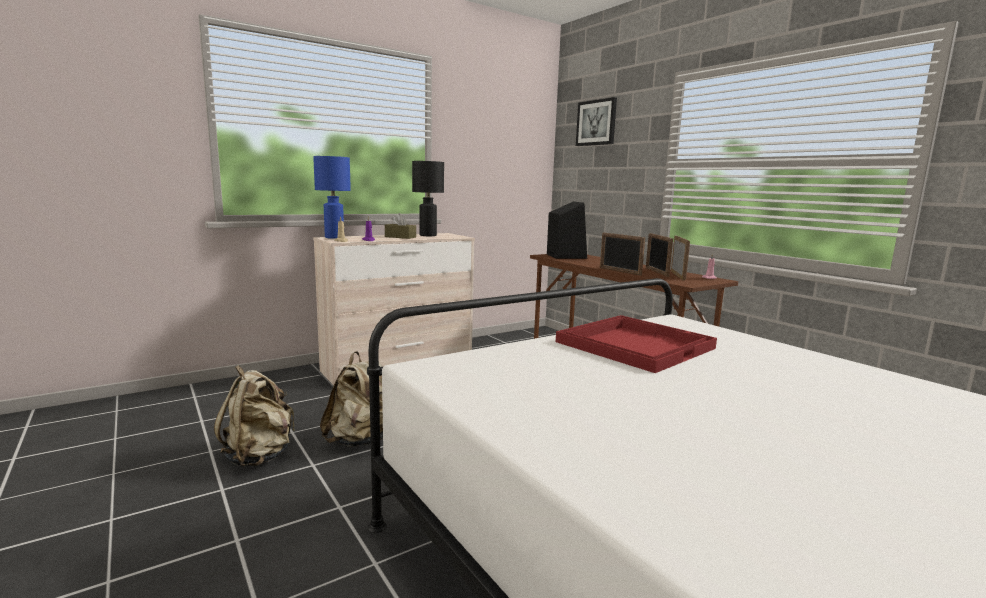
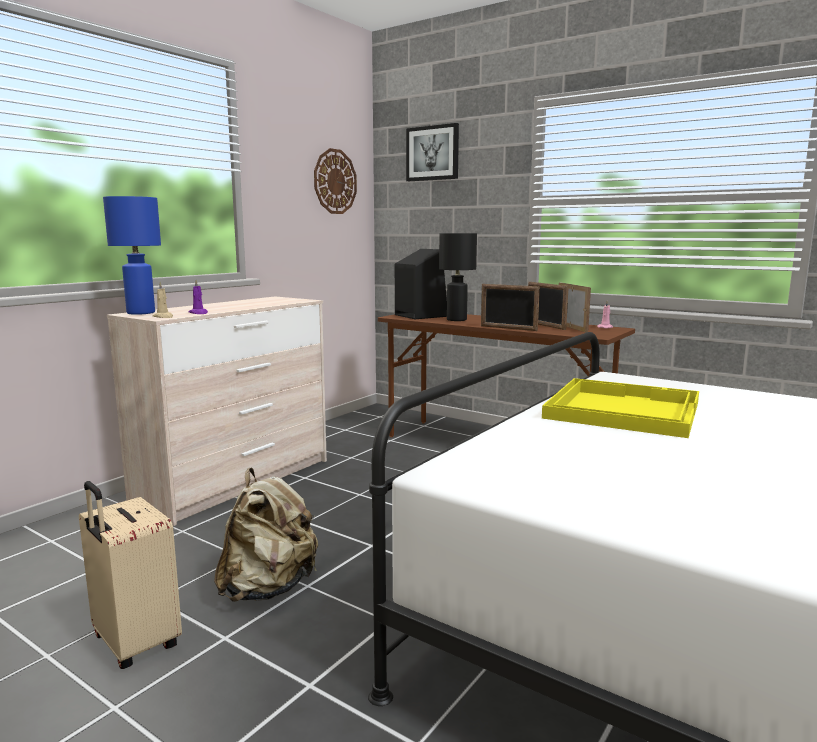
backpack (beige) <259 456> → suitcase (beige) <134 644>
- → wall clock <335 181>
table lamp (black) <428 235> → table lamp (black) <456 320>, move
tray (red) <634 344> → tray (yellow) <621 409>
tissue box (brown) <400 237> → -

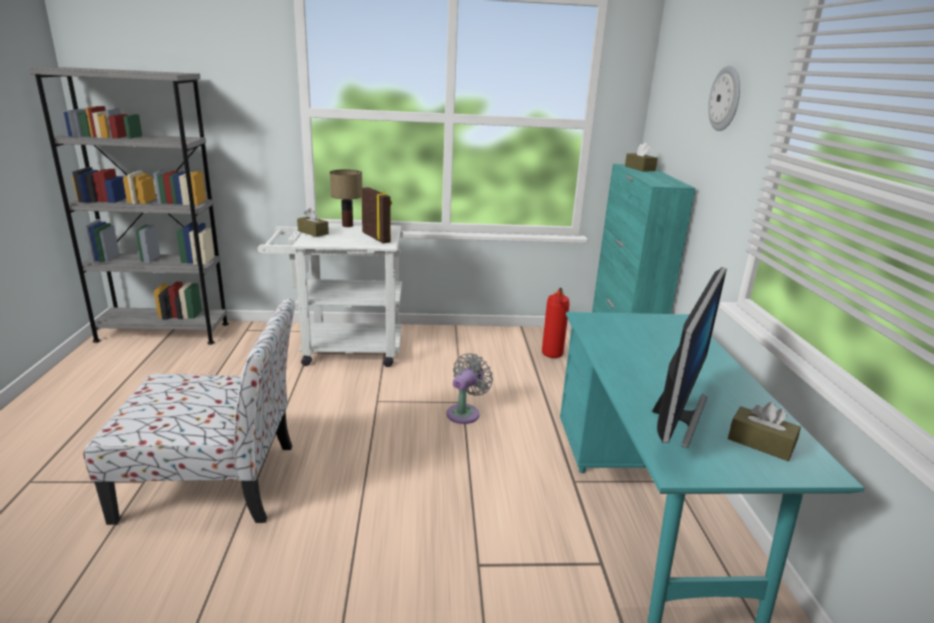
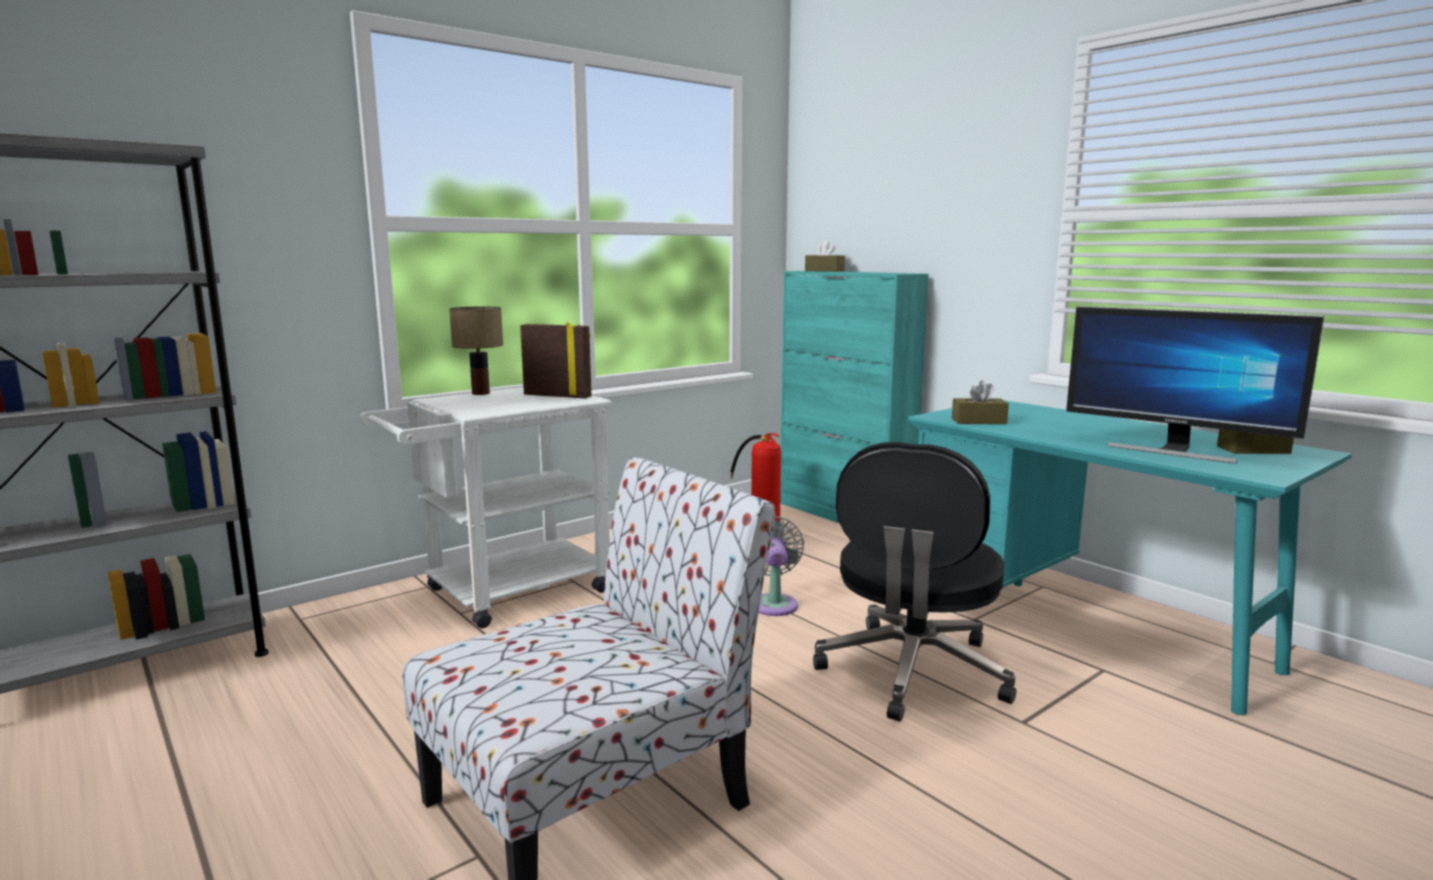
- → office chair (black) <912 672>
tissue box (brown) <313 232> → tissue box (brown) <978 421>, move
monitor <678 415> → monitor <1173 450>, 135 degrees clockwise
wall clock <725 99> → -

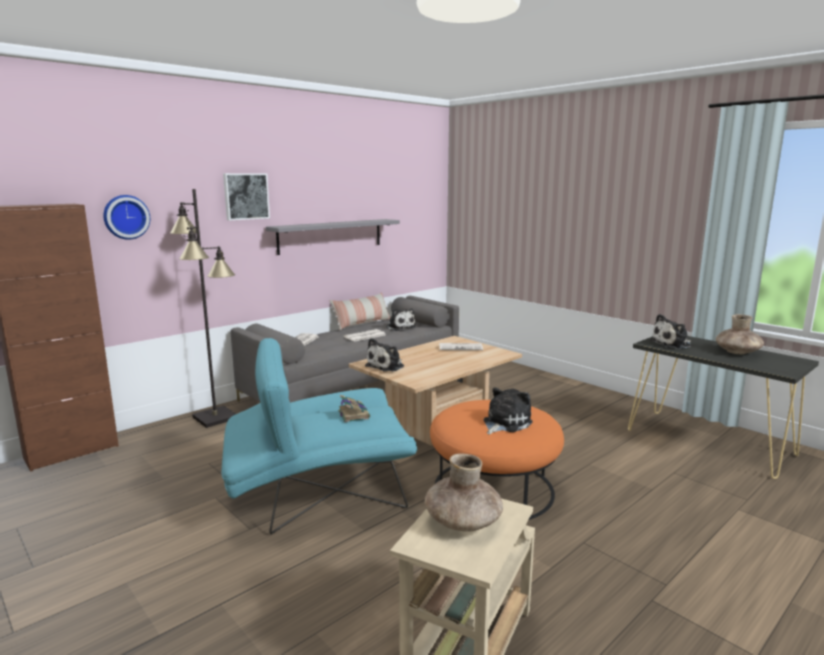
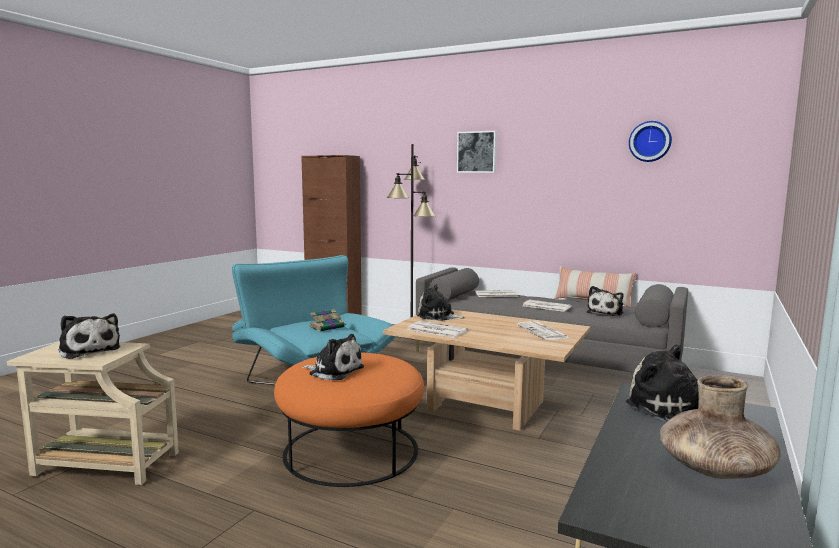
vase (brown) <463 521> → plush toy <89 350>
- → newspaper <436 330>
wall clock <126 217> → wall clock <650 141>, move
shelf (grey) <331 236> → -

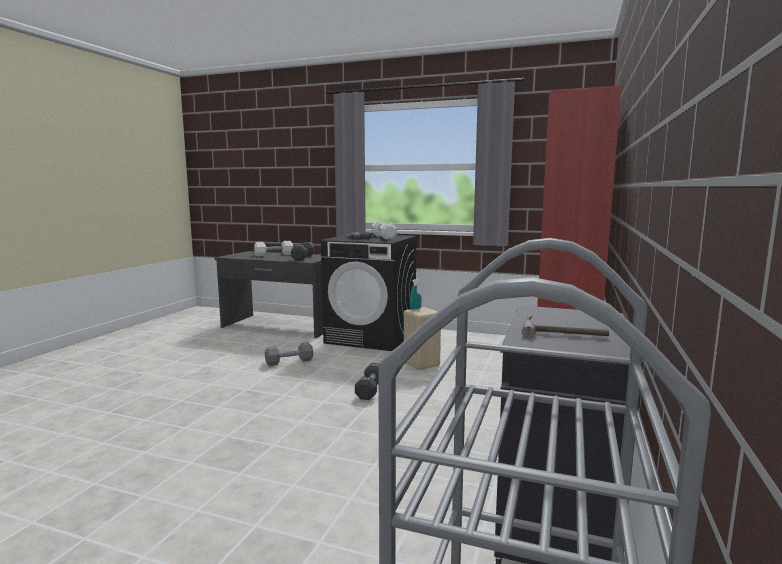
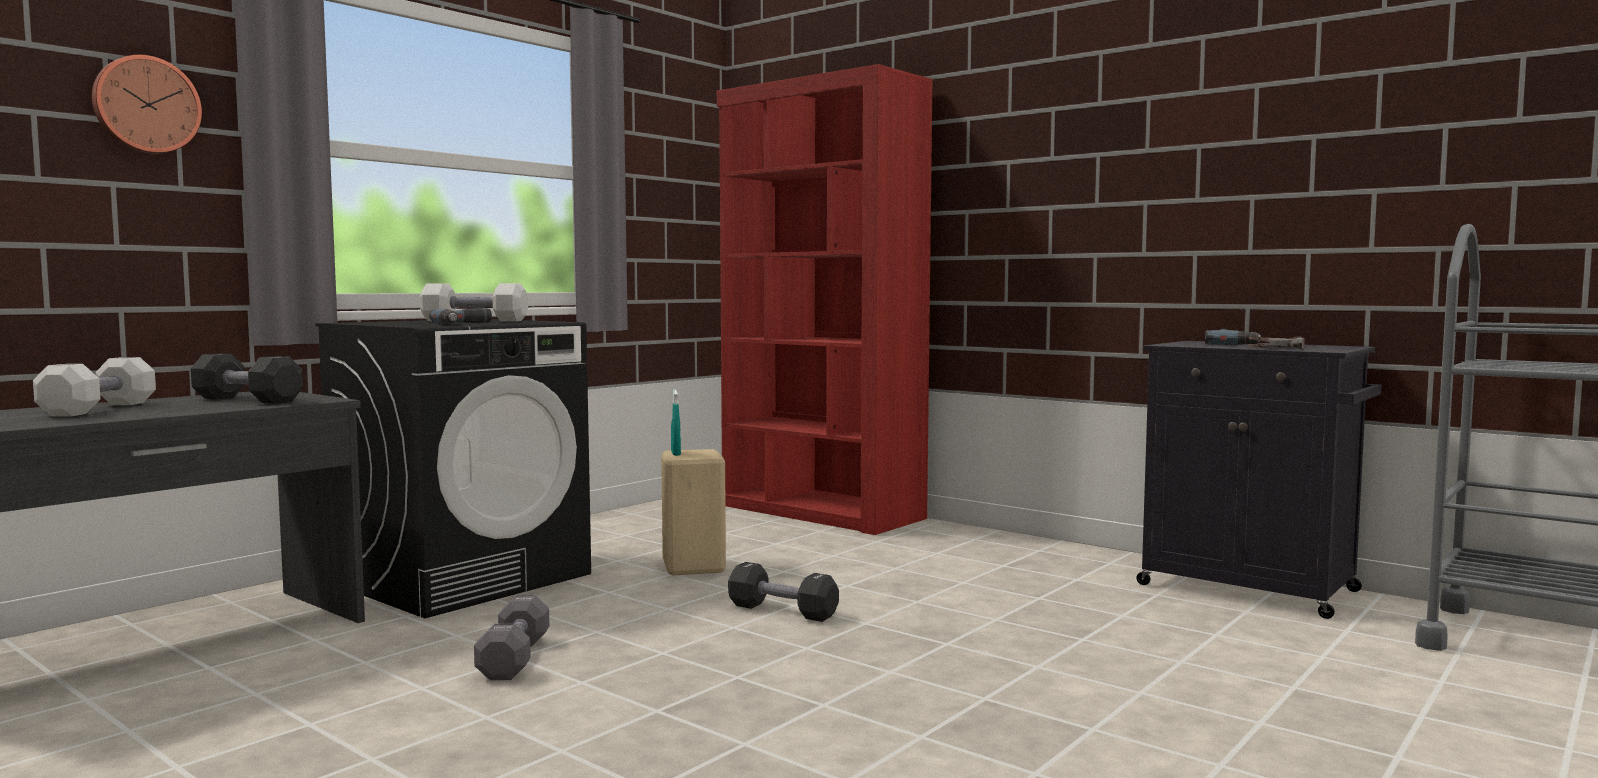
- → wall clock <146 105>
- → power drill <1233 344>

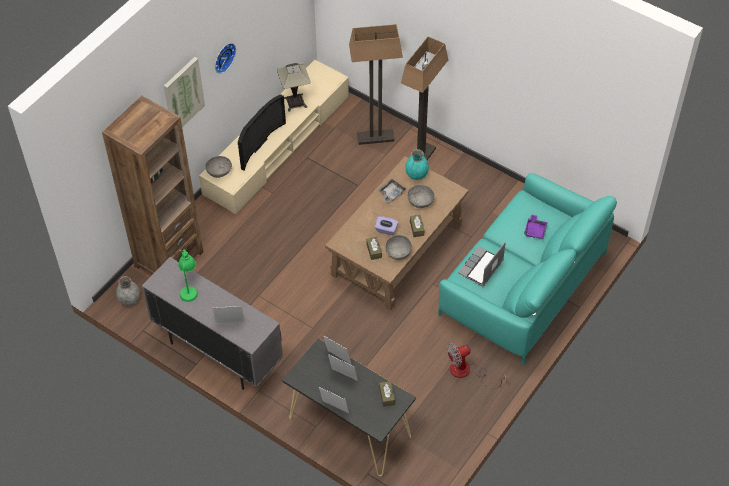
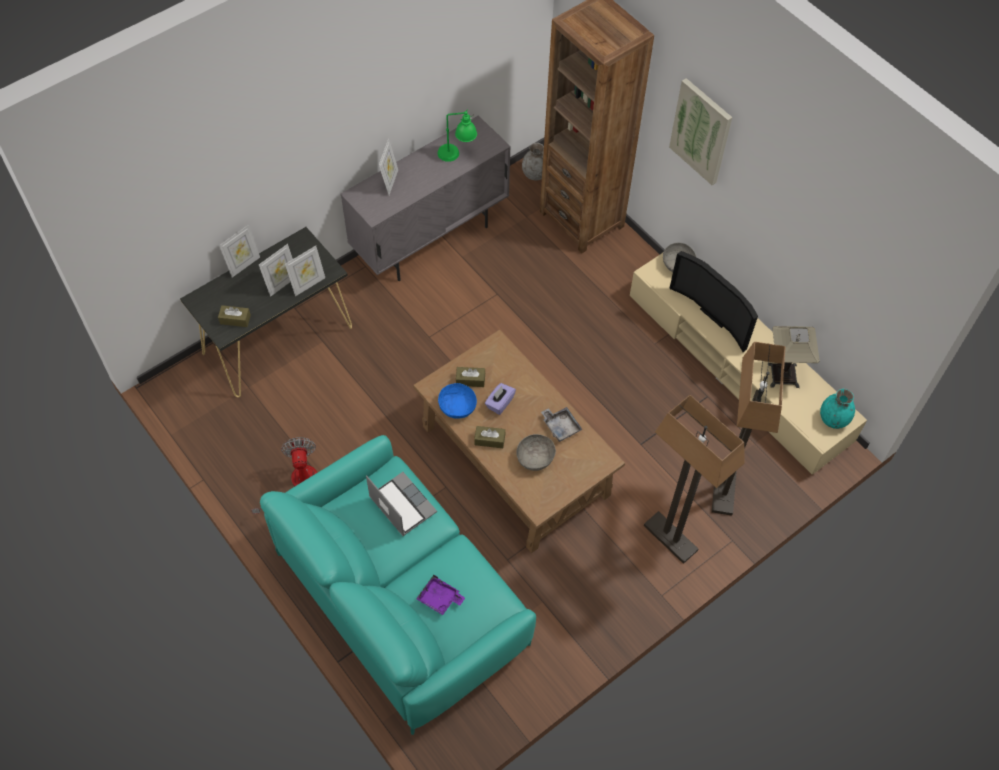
bowl (grey) <398 252> → bowl (blue) <457 407>
vase (turquoise) <416 175> → vase (turquoise) <833 419>, move
wall clock <223 57> → -

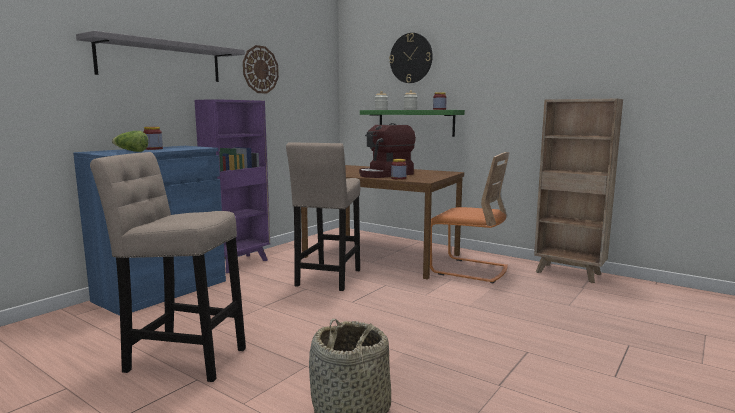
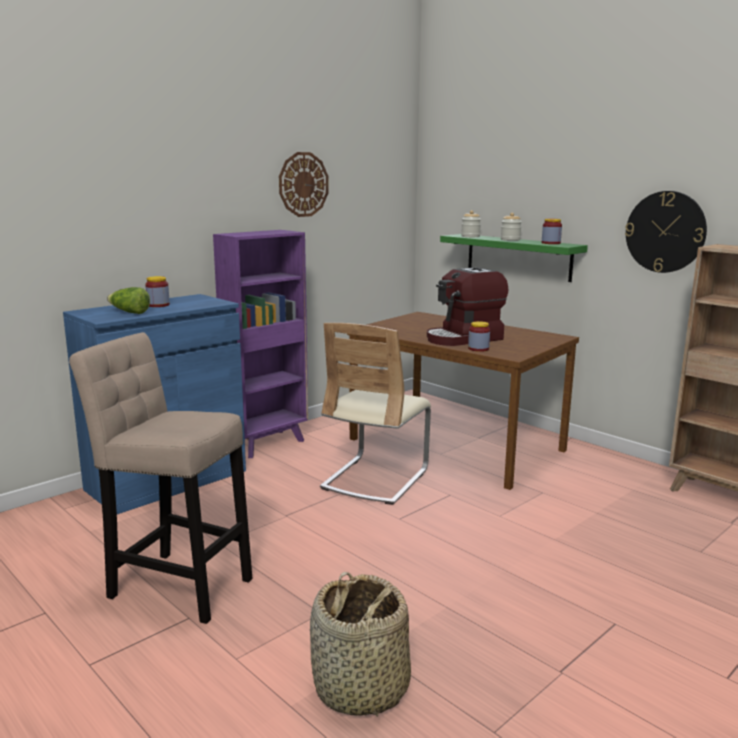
stool (beige) <328 279> → chair (beige) <375 479>
wall clock <411 58> → wall clock <665 232>, move
shelf (grey) <161 61> → -
chair (orange) <469 270> → -

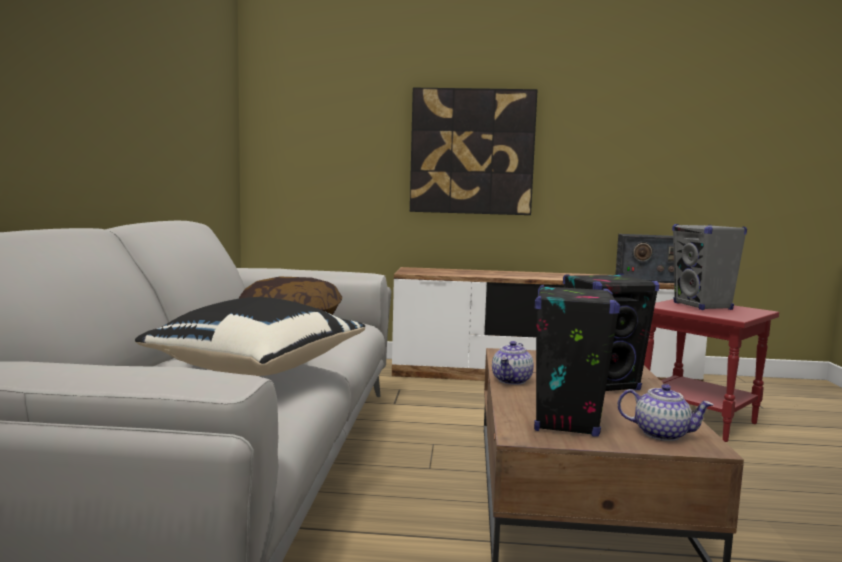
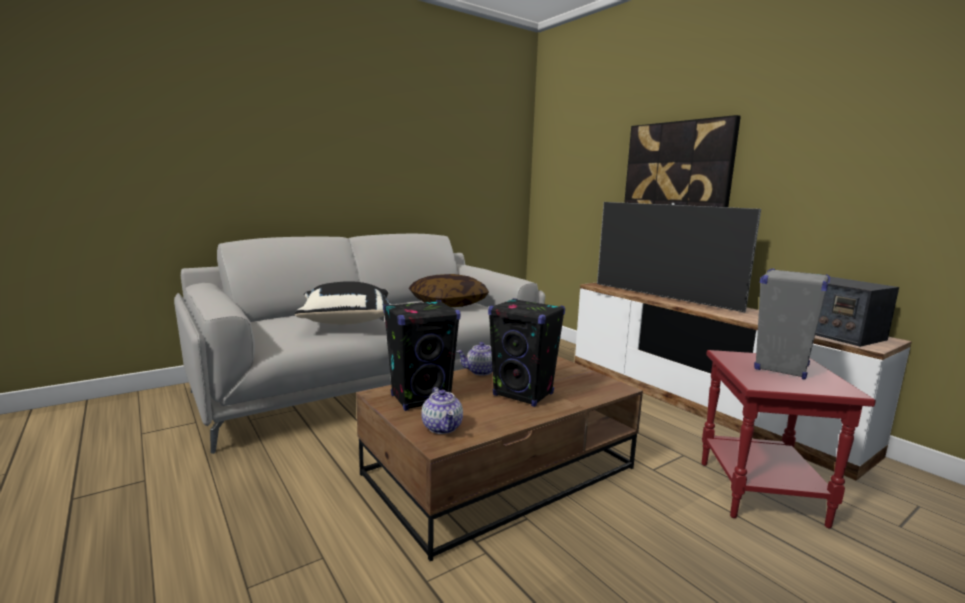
- → television <663 297>

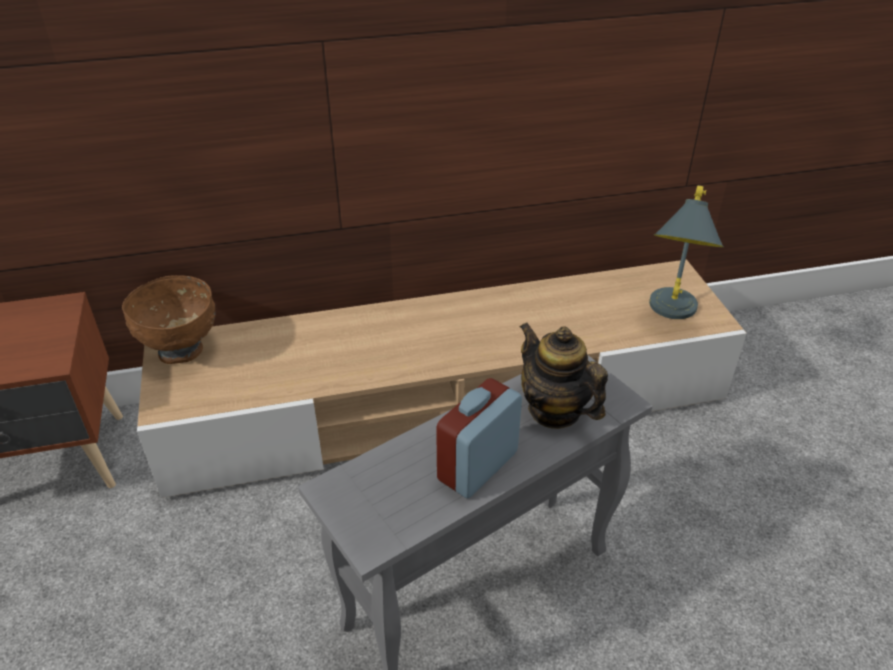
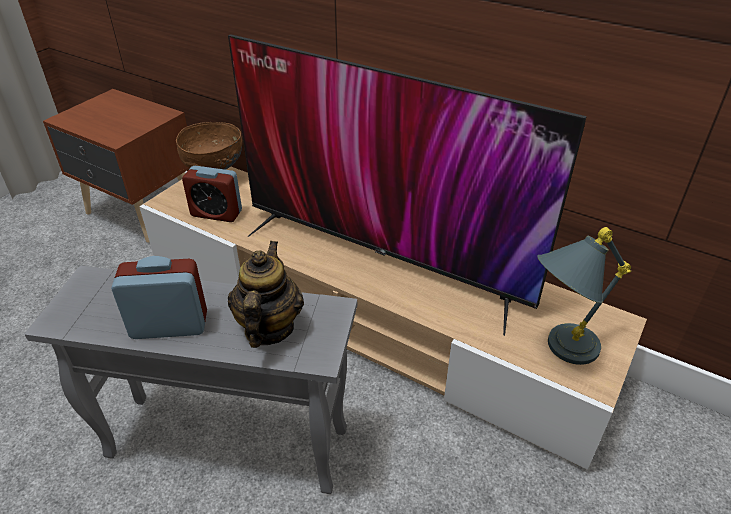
- → alarm clock <216 213>
- → television <384 257>

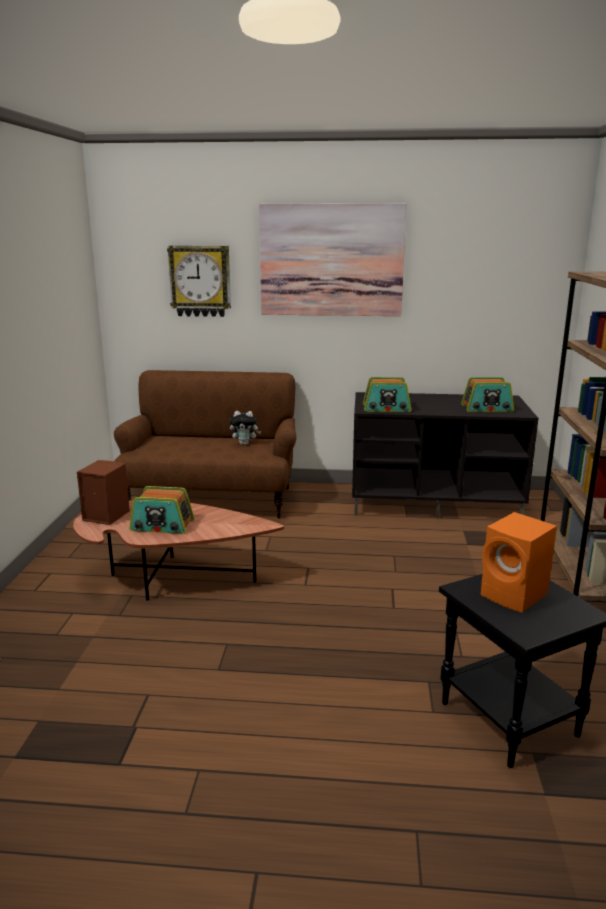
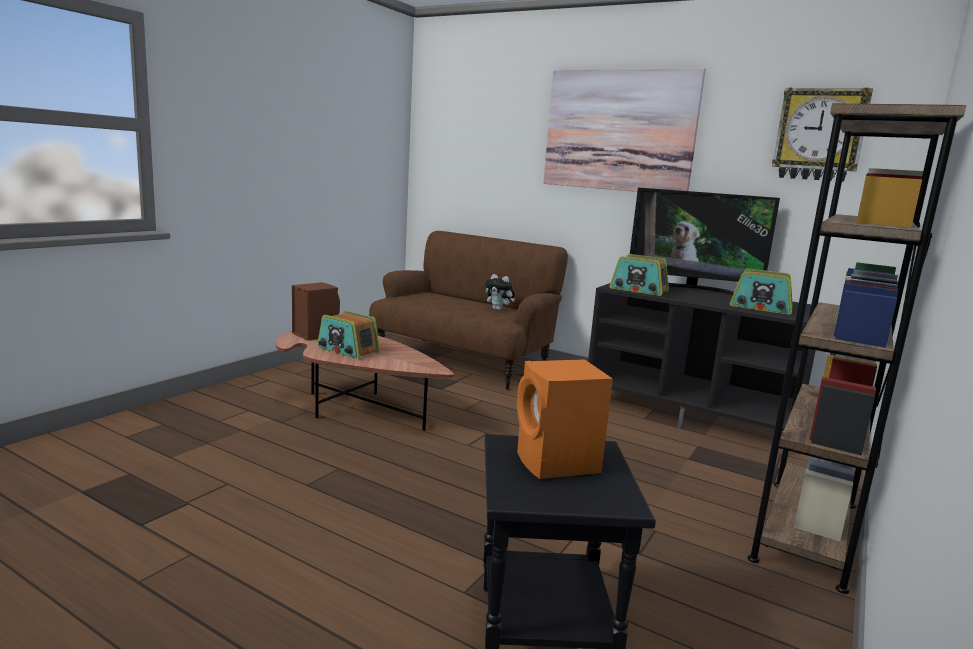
- → television <692 289>
wall clock <200 281> → wall clock <819 135>, move

